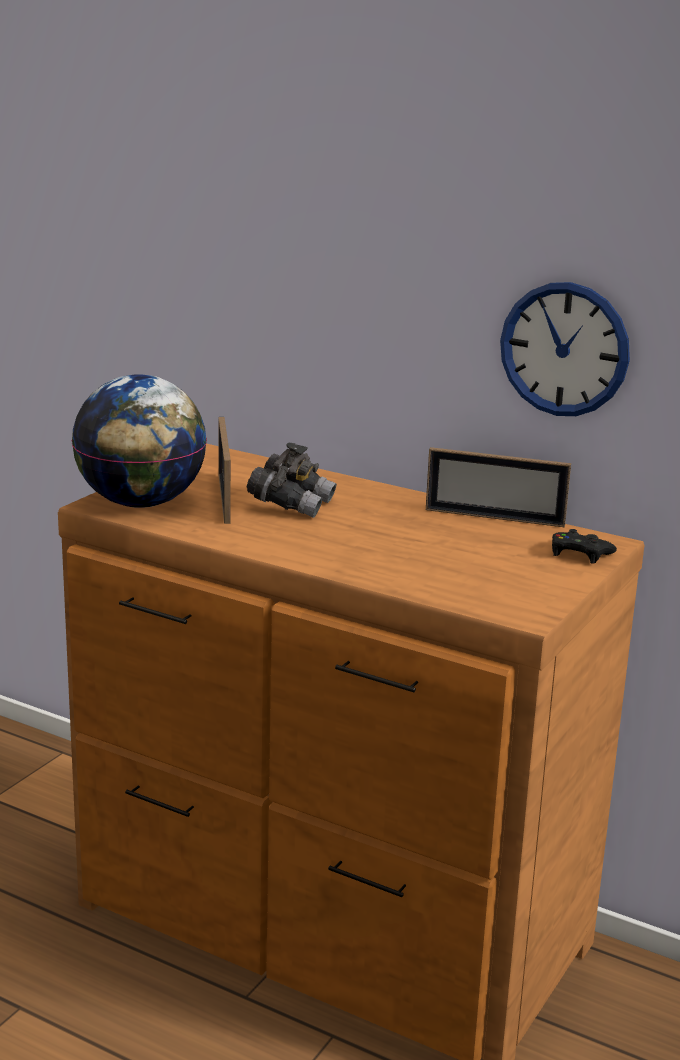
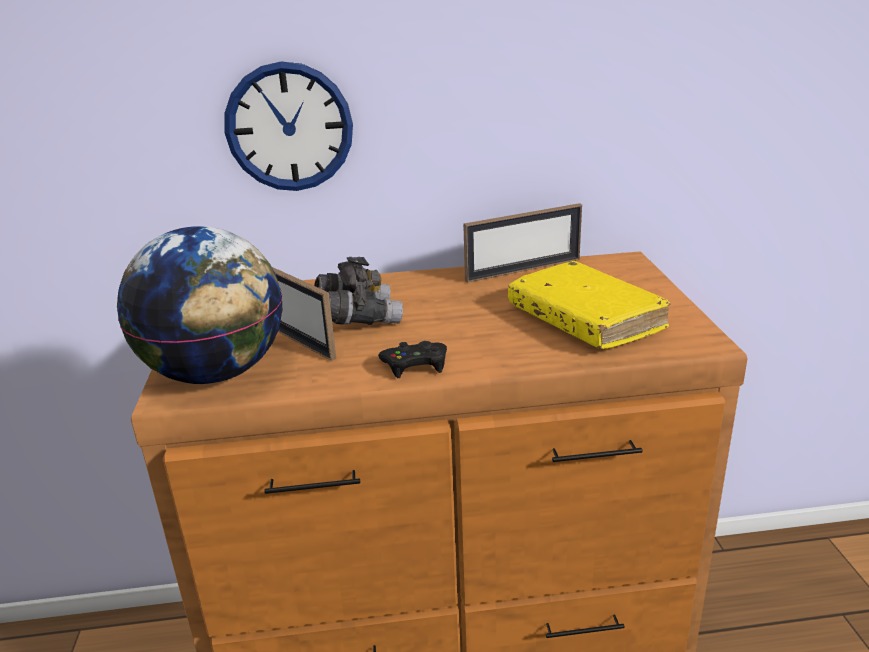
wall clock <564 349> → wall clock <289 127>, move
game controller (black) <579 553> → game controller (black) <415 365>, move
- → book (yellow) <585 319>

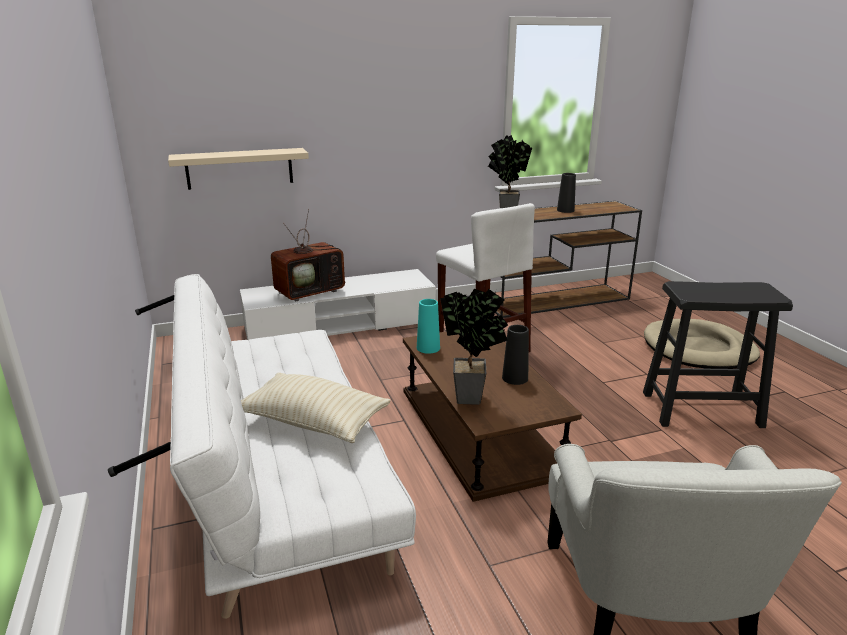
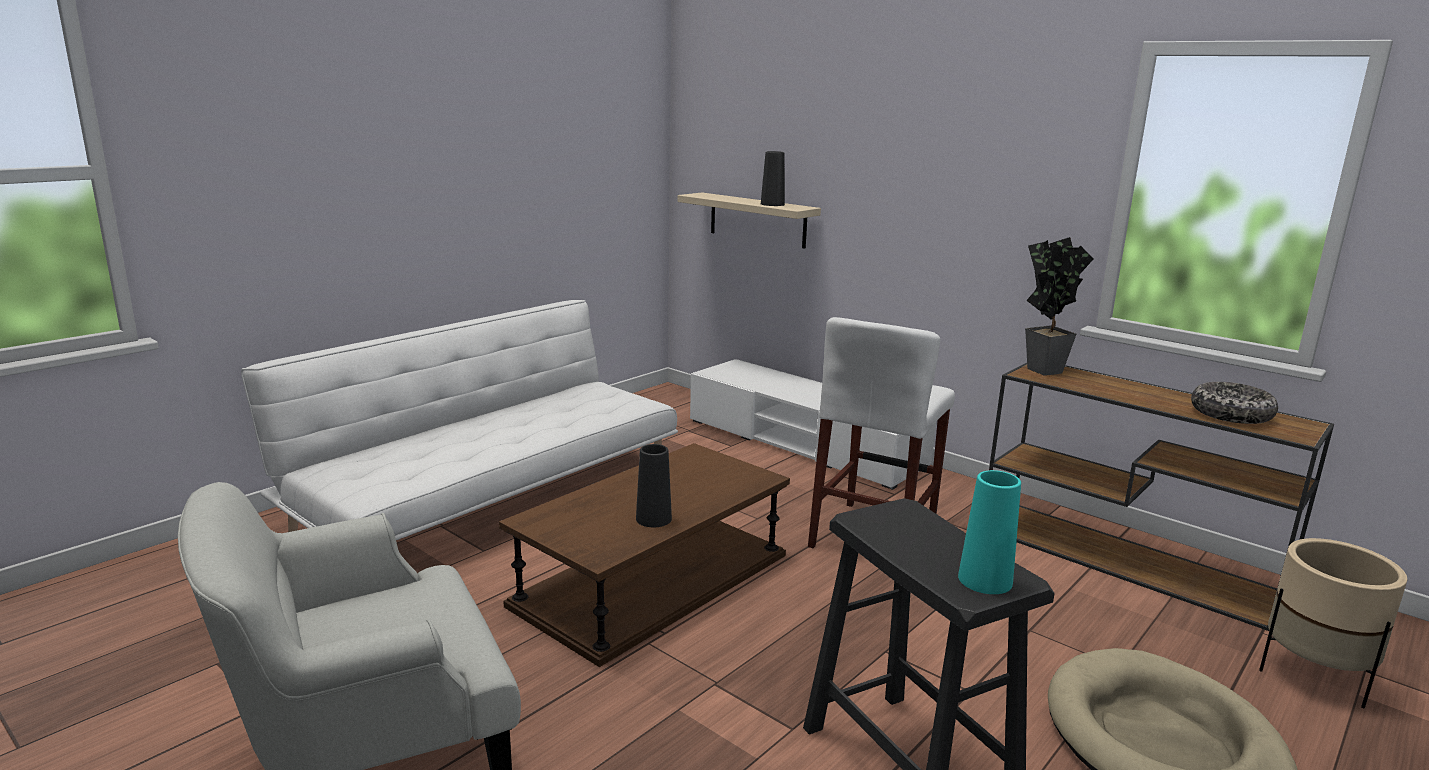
vase (black) <565 210> → vase (black) <772 204>, move
vase (turquoise) <428 348> → vase (turquoise) <985 580>, move
- → bowl <1231 414>
- → planter (beige) <1313 677>
pillow (beige) <313 422> → -
television <311 291> → -
potted plant <473 400> → -

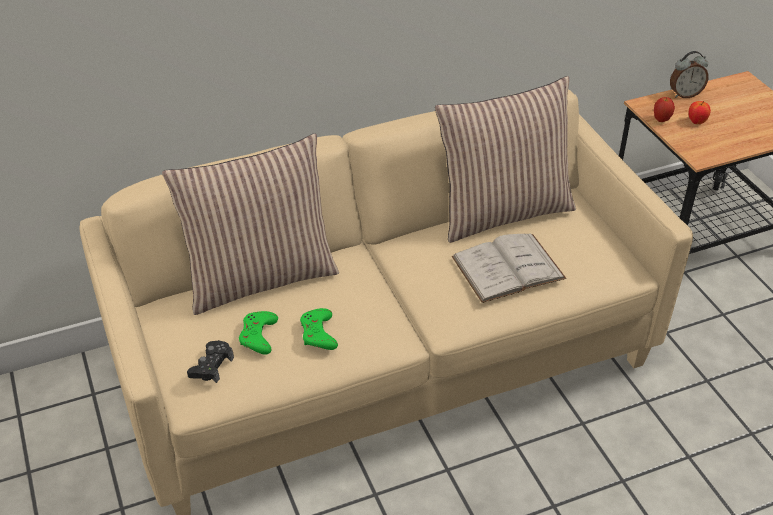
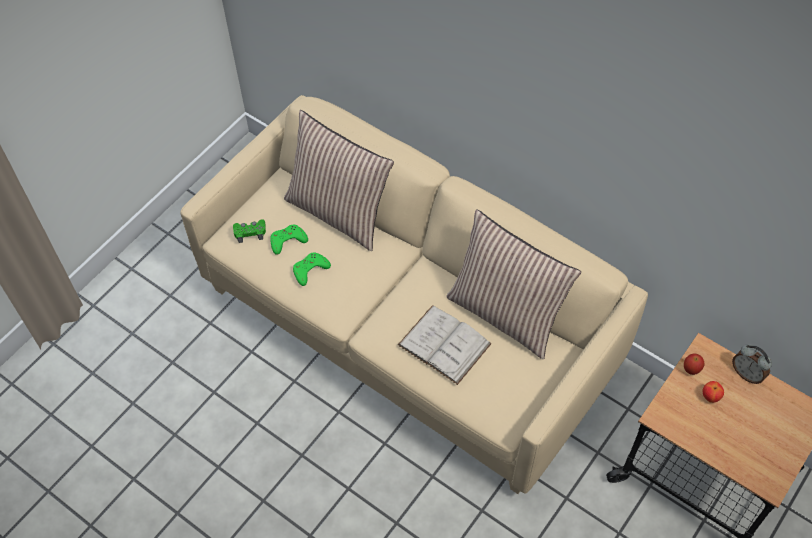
game controller (black) <211 366> → game controller (green) <250 232>

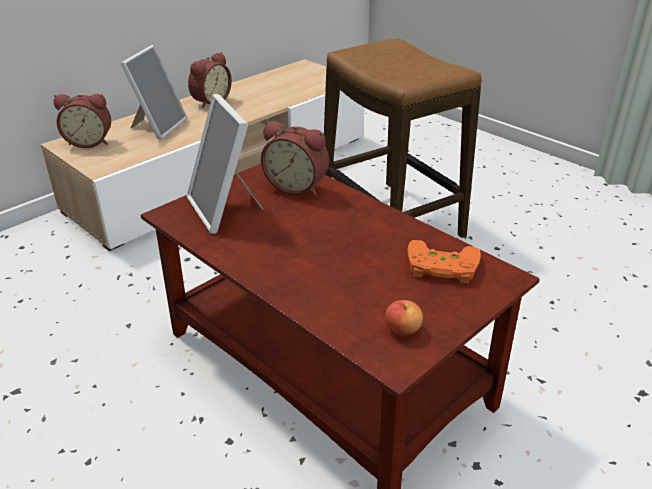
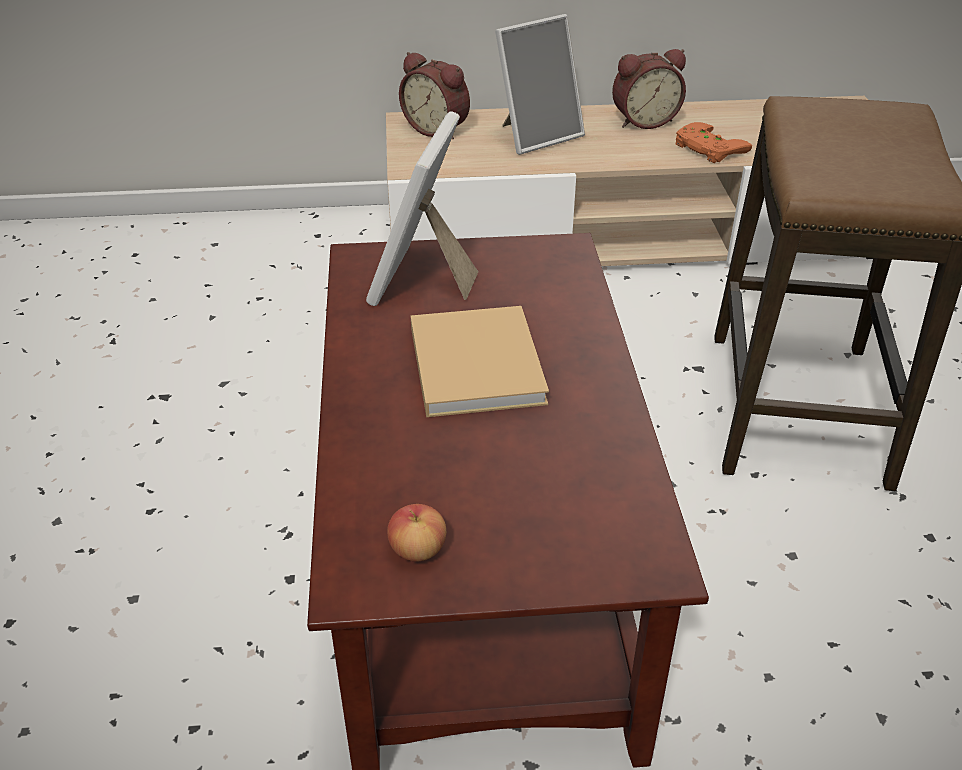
- → book (beige) <475 362>
game controller (orange) <441 268> → game controller (orange) <706 148>, move
alarm clock <297 186> → -

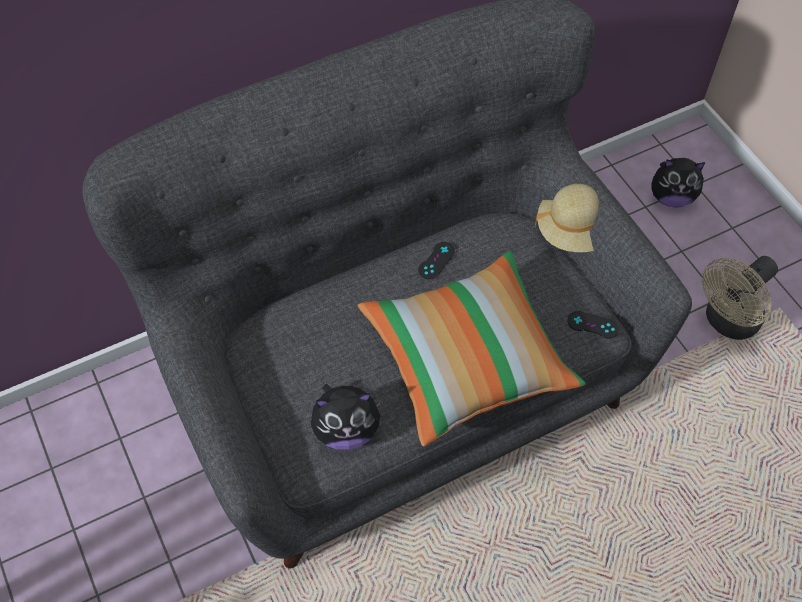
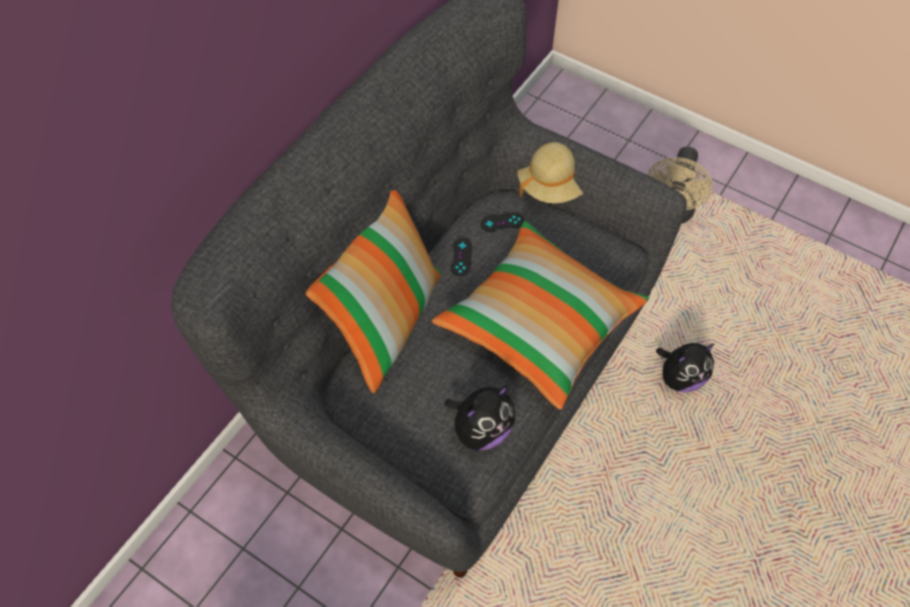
- → pillow <386 321>
game controller (black) <592 325> → game controller (black) <502 222>, move
plush toy <671 197> → plush toy <680 378>, move

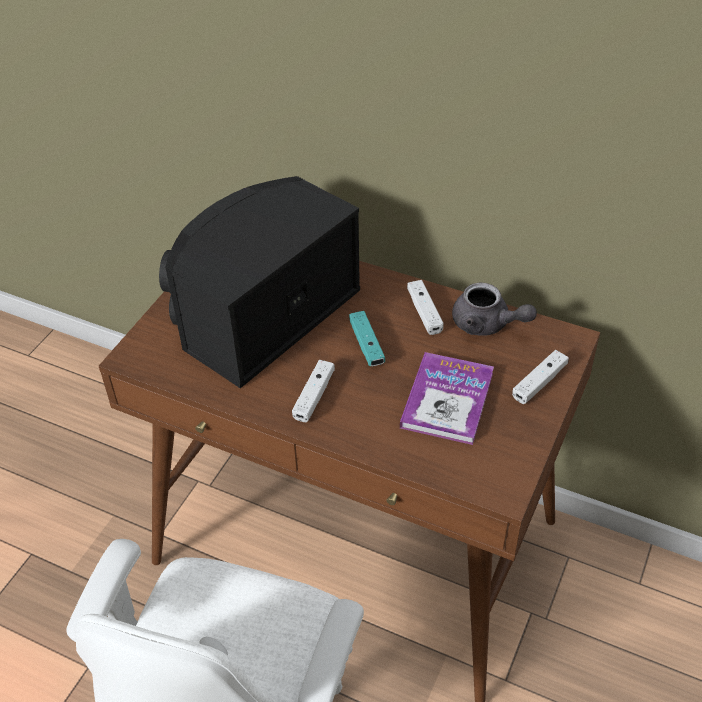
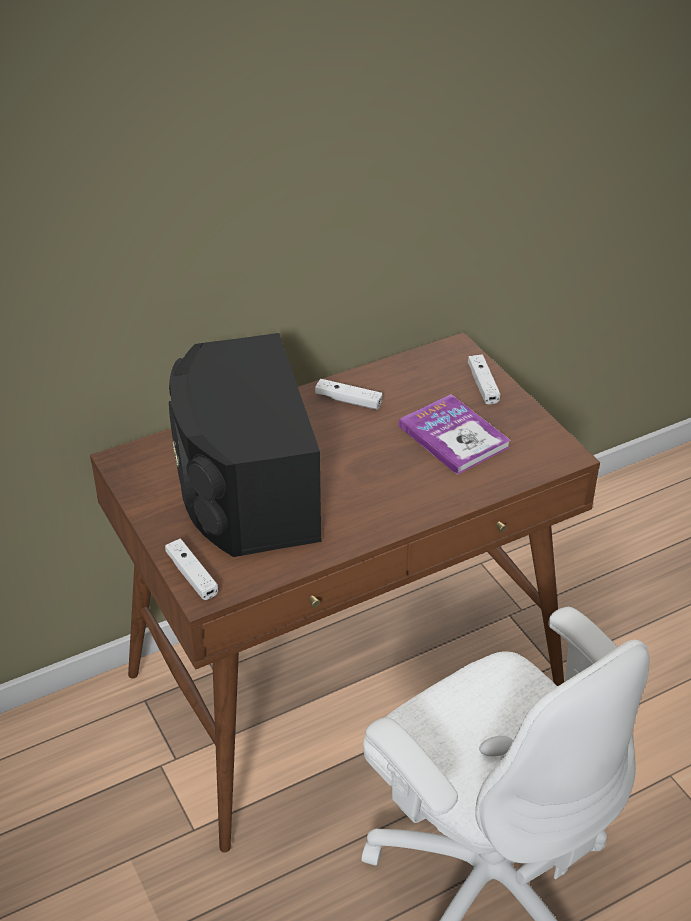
game controller (white) <314 396> → game controller (white) <192 575>, move
game controller (turquoise) <366 345> → -
teapot (grey) <487 325> → -

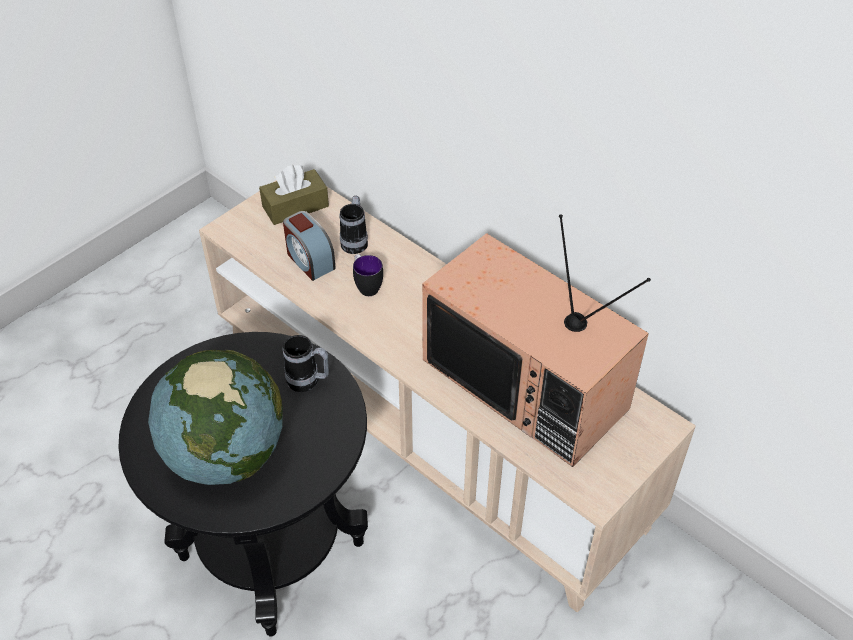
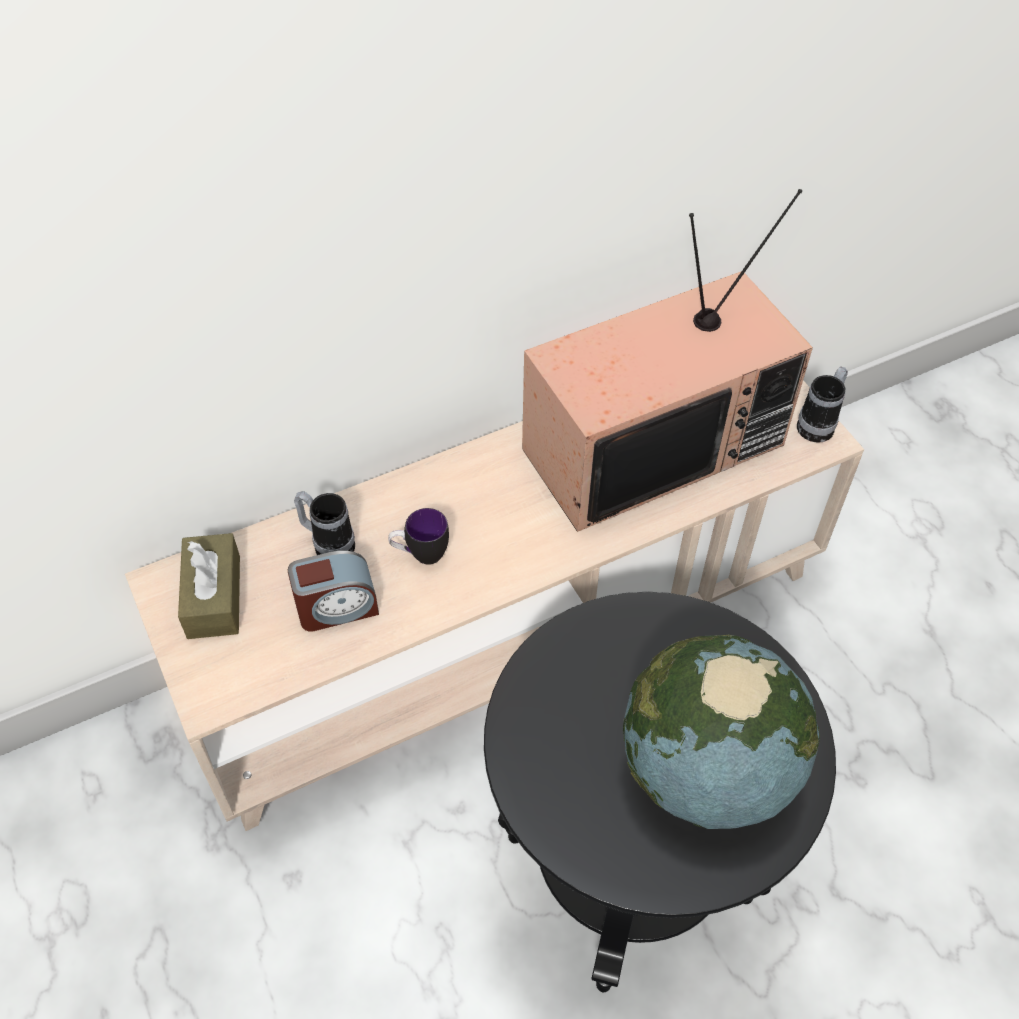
mug <308 382> → mug <819 424>, move

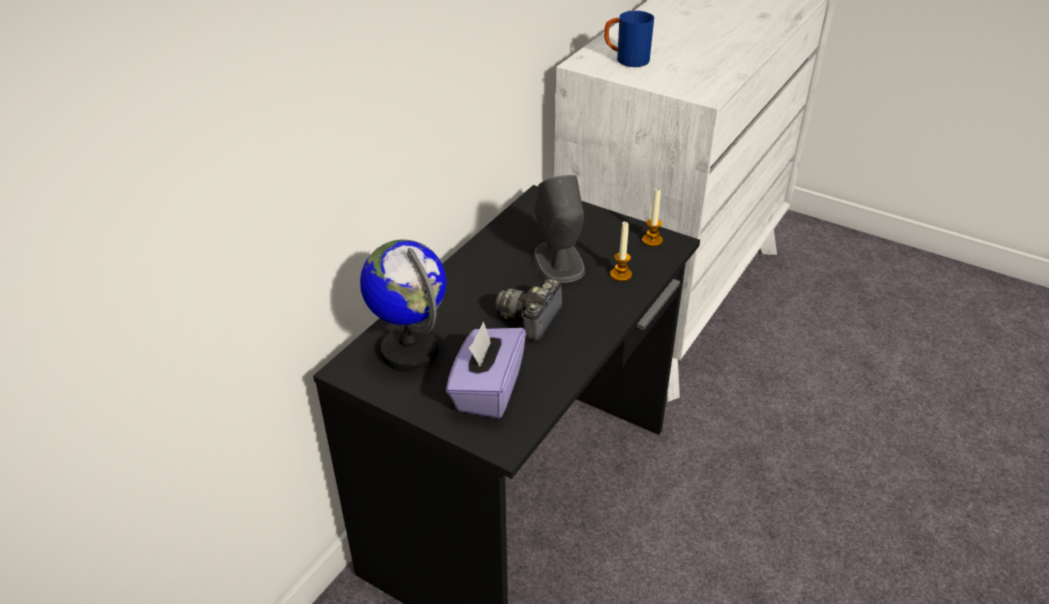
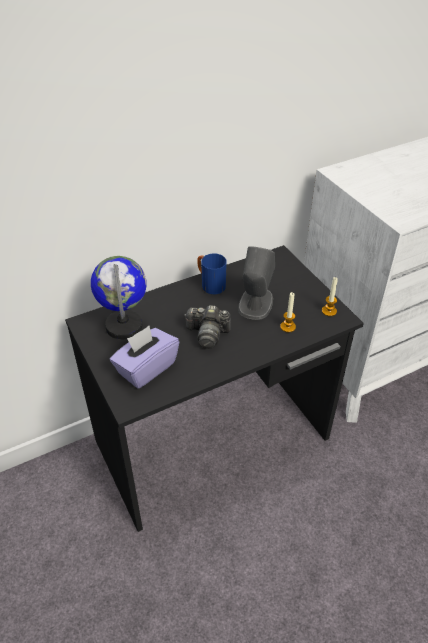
photo camera <531 319> → photo camera <208 334>, 135 degrees counterclockwise
mug (blue) <626 60> → mug (blue) <210 284>, move

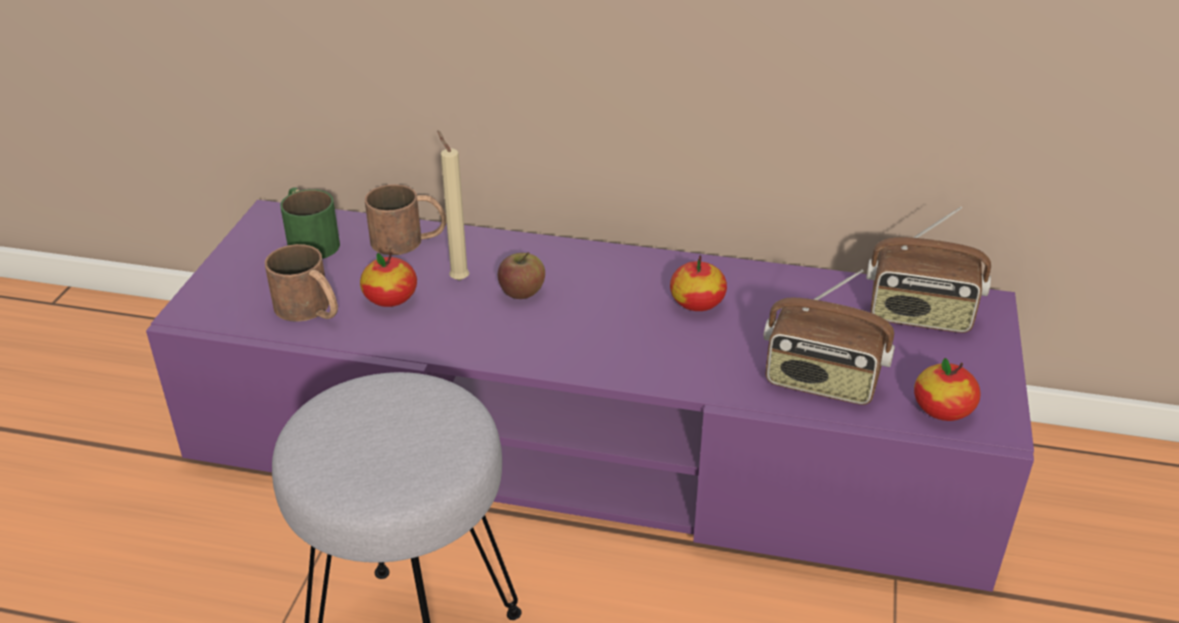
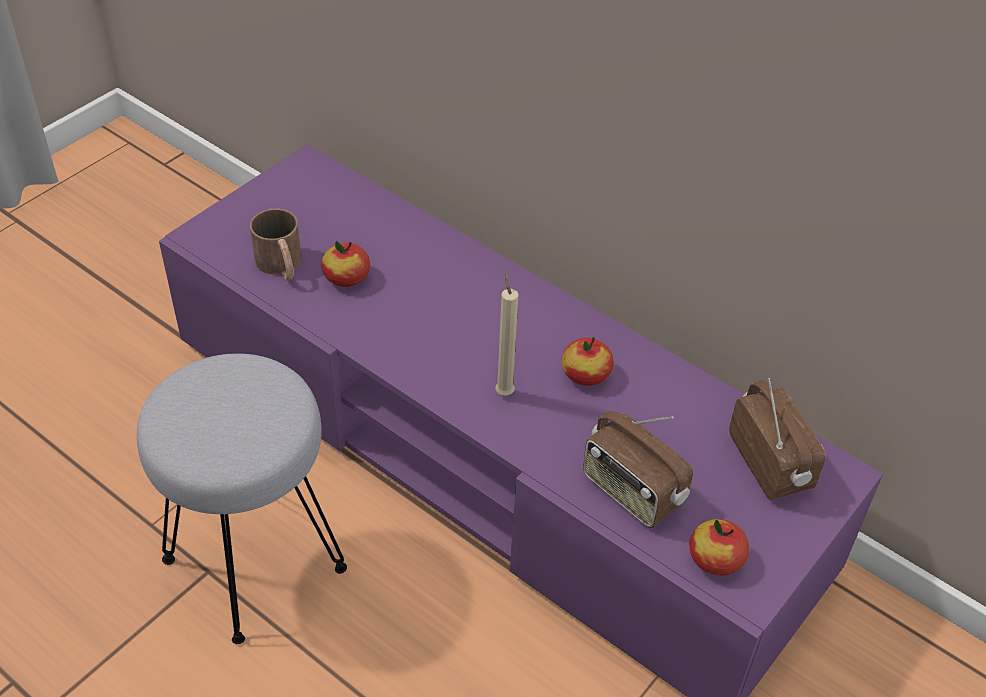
candle (beige) <458 279> → candle (beige) <504 391>, move
radio <919 316> → radio <770 463>, 150 degrees counterclockwise
mug (green) <309 240> → -
mug (brown) <409 240> → -
apple <522 292> → -

